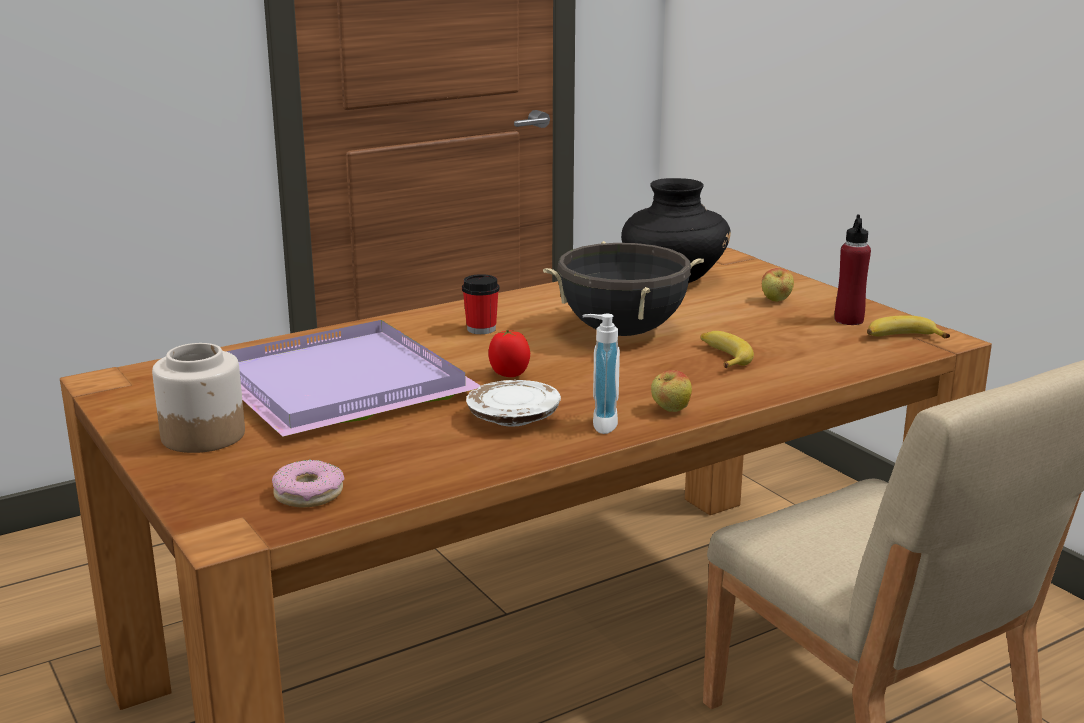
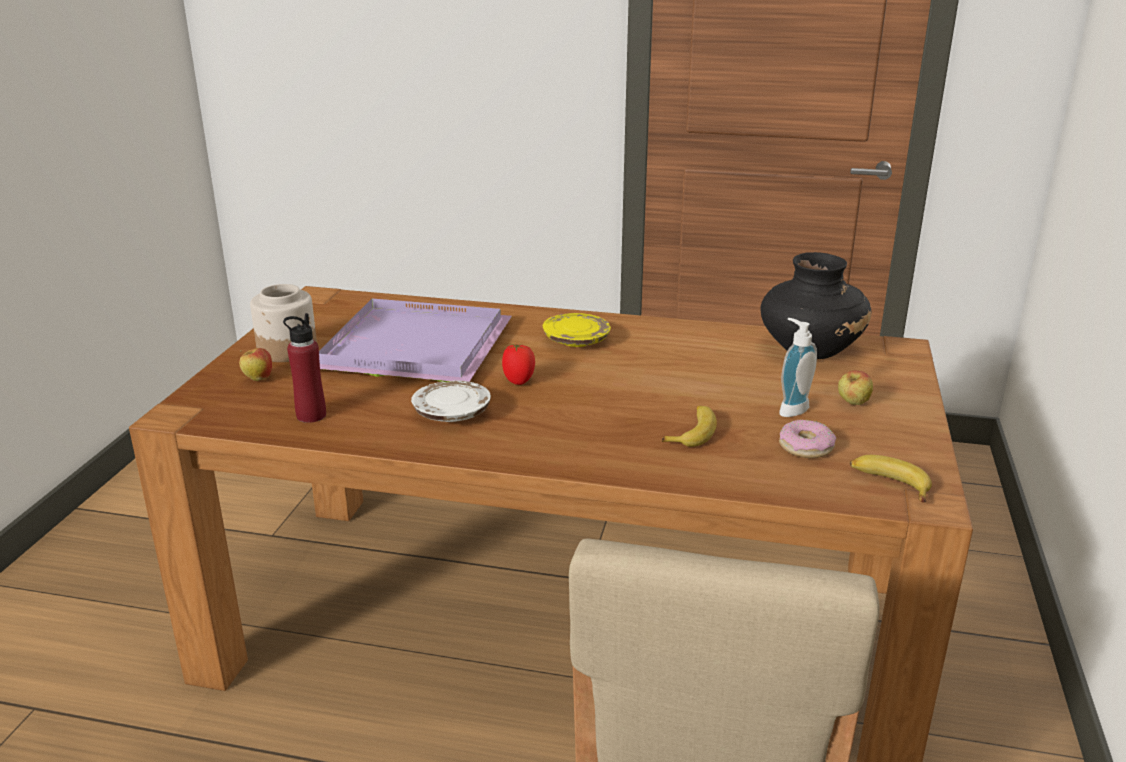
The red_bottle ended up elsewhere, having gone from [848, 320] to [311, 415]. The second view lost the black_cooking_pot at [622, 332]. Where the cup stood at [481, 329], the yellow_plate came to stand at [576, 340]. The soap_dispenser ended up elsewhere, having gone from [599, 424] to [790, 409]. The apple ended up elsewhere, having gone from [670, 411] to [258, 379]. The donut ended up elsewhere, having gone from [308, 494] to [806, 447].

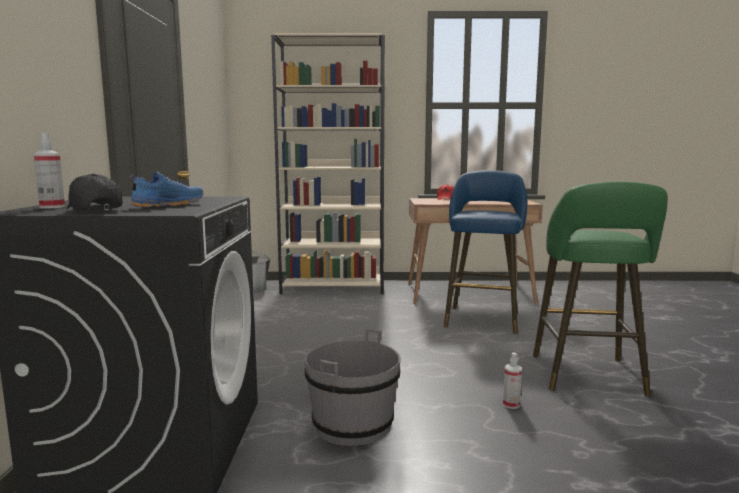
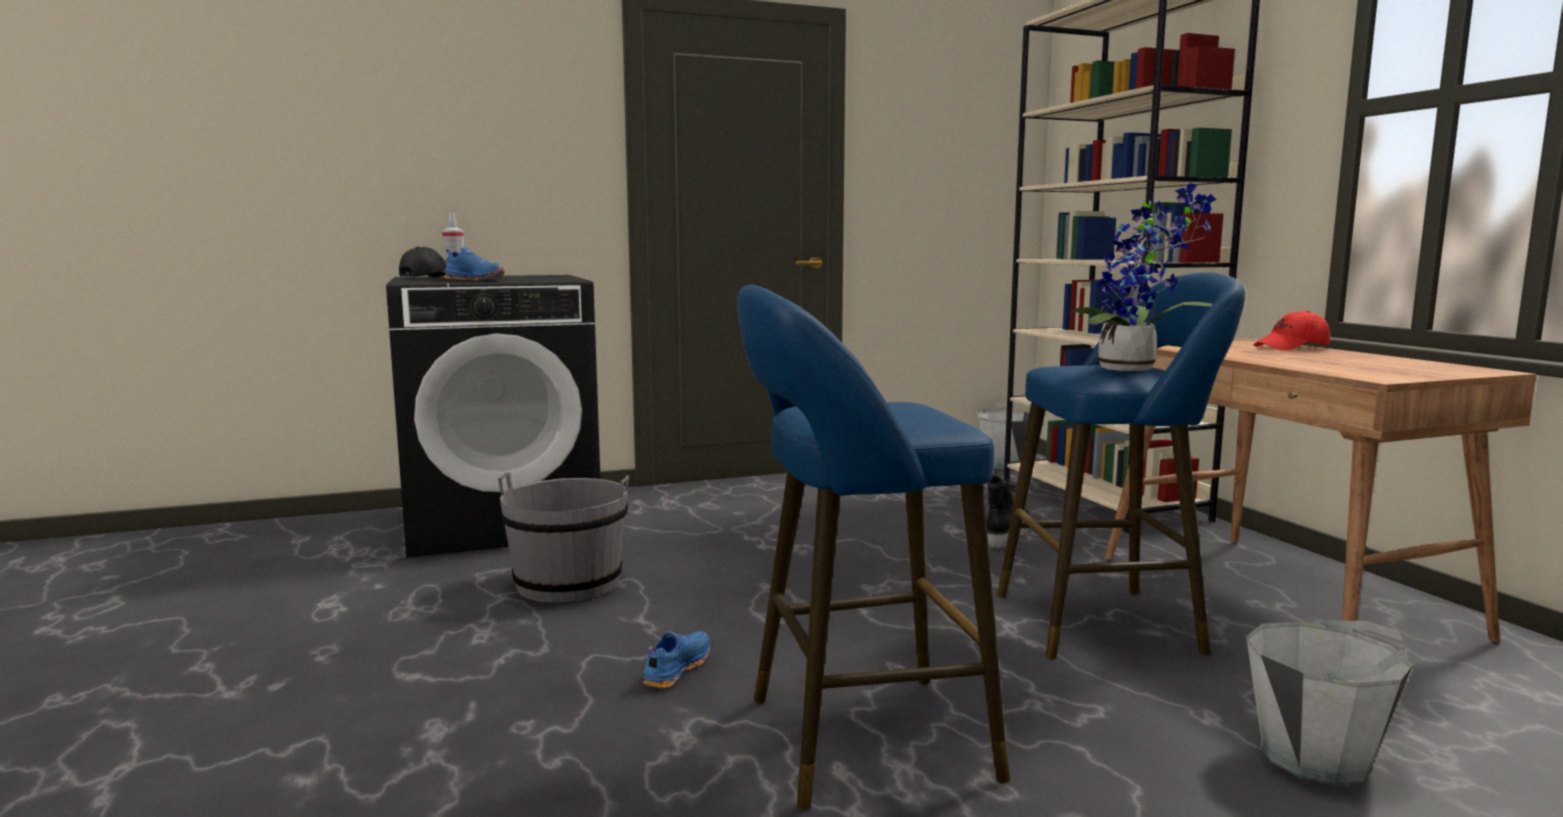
What was the green_stool at [588, 377] turned into the blue_stool at [855, 739]. Where the spray_bottle stood at [511, 404], the blue_shoe came to stand at [675, 669]. The second view gained the potted_plant at [1134, 369]. The second view gained the black_boot at [1005, 535]. The second view gained the grey_bucket at [1316, 758].

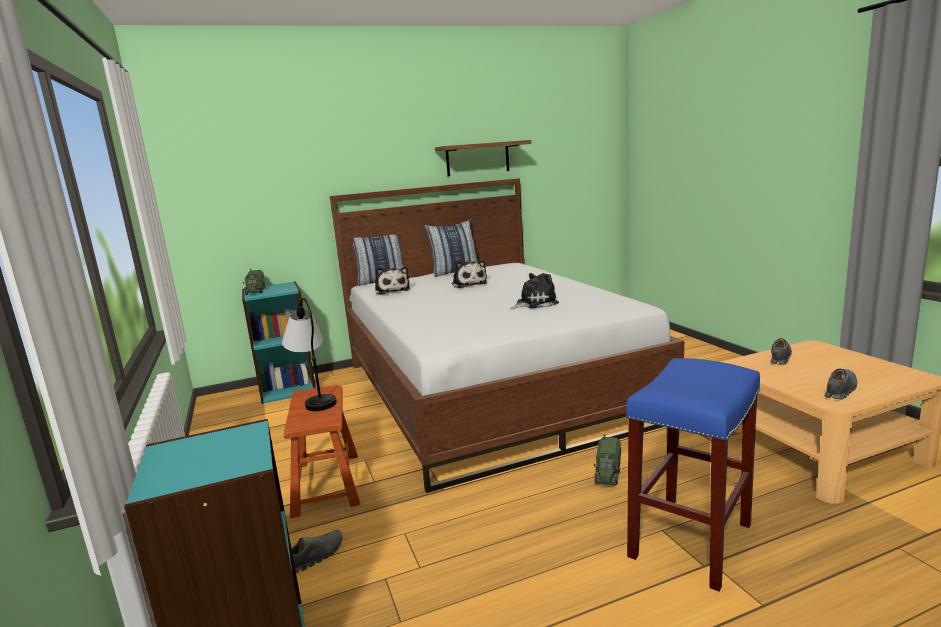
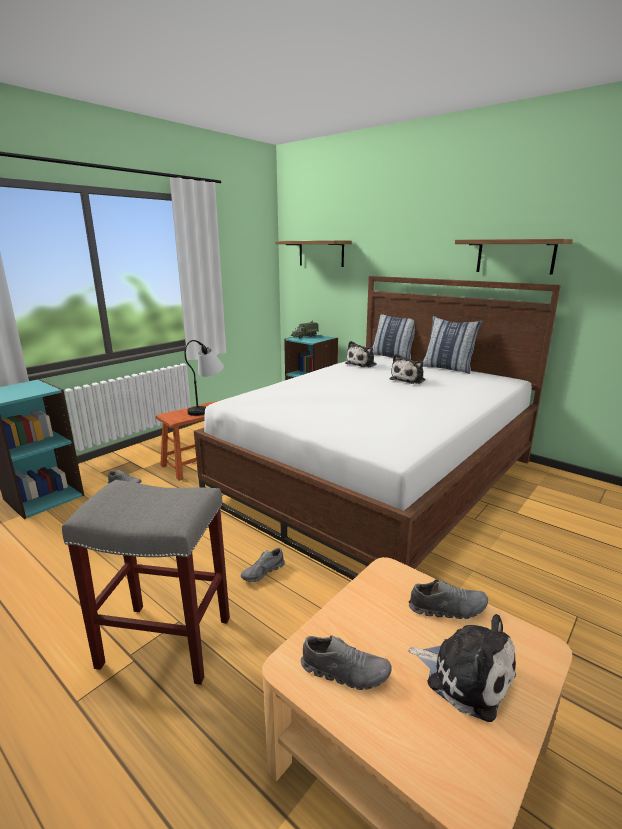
The plush_toy ended up elsewhere, having gone from [534, 303] to [465, 675]. What was the blue_stool at [691, 541] turned into the grey_stool at [164, 642]. Where the toy_truck stood at [608, 472], the grey_shoe came to stand at [263, 572]. The second view gained the shelf at [321, 253].

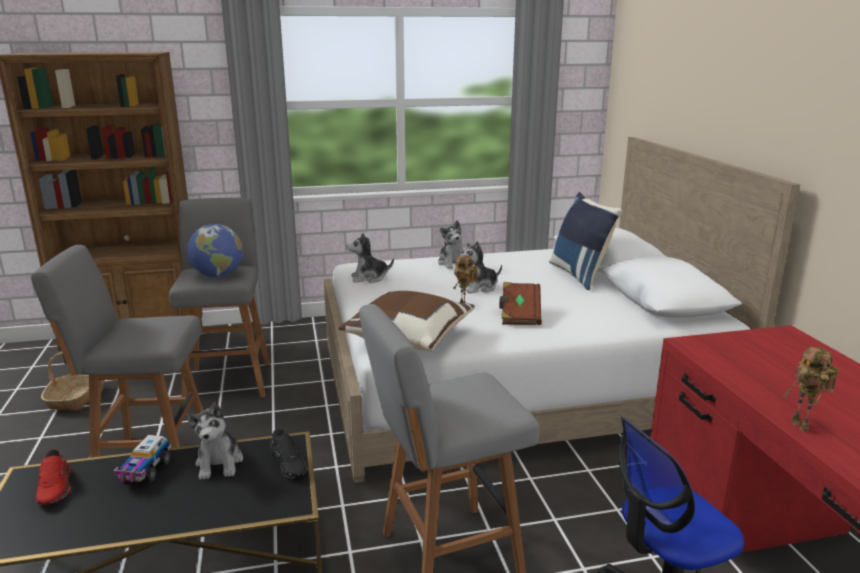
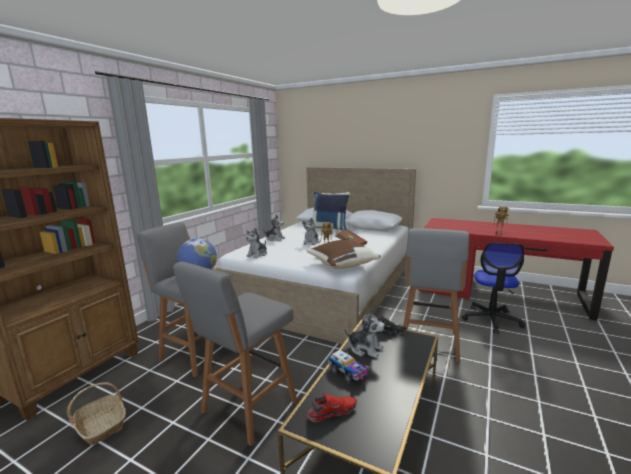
The red_shoe at [56, 487] ended up facing another way, 45 degrees counterclockwise from before.

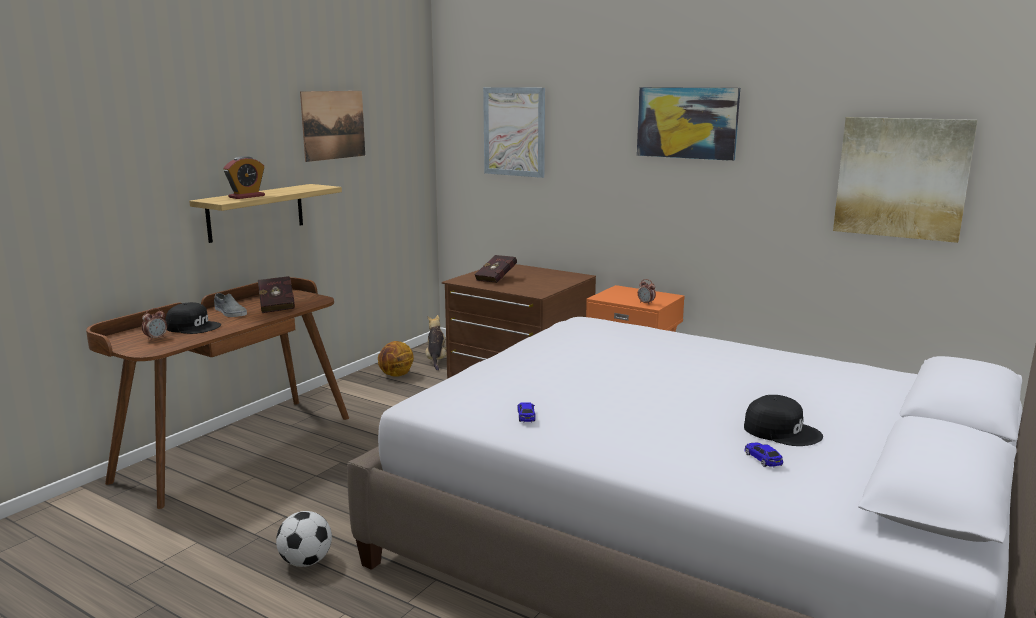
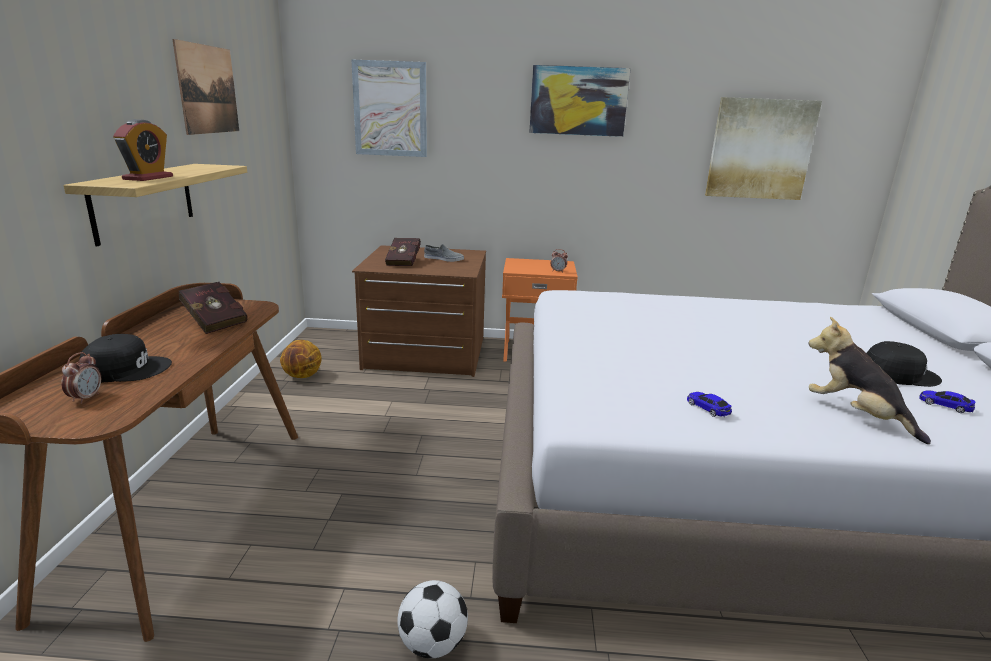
The grey_shoe ended up elsewhere, having gone from [230, 312] to [443, 259]. The plush_toy ended up elsewhere, having gone from [436, 360] to [855, 415].

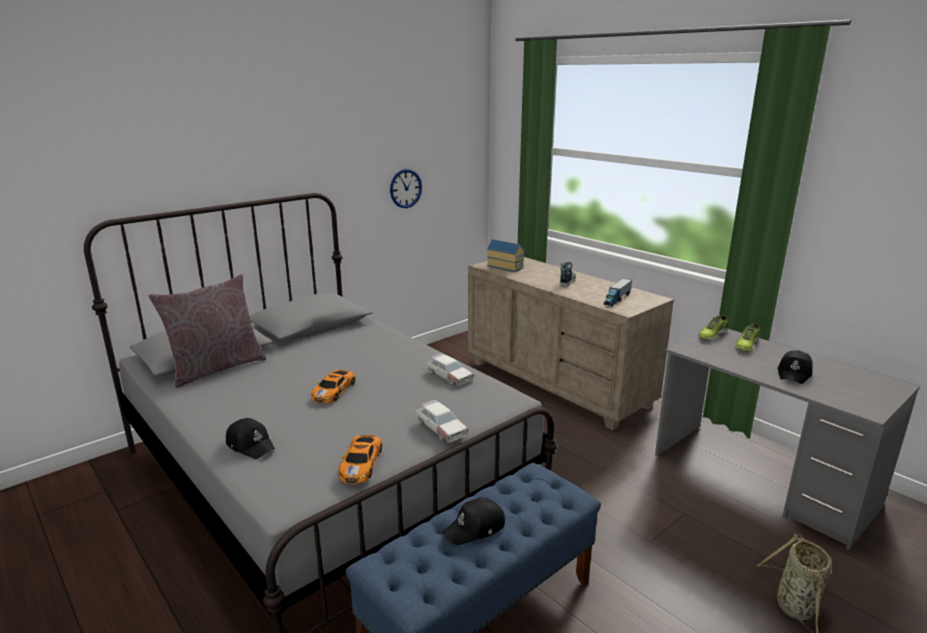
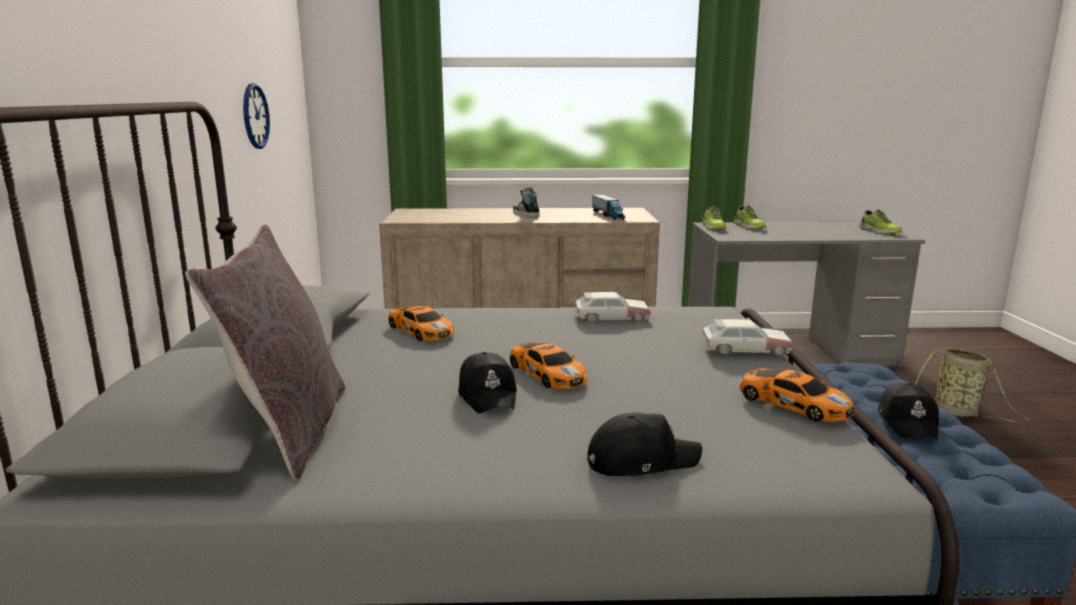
The second view lost the toy_house at [506, 266]. The black_cap ended up elsewhere, having gone from [794, 373] to [488, 395]. The second view gained the shoe at [878, 231]. The second view gained the toy_car at [420, 330].

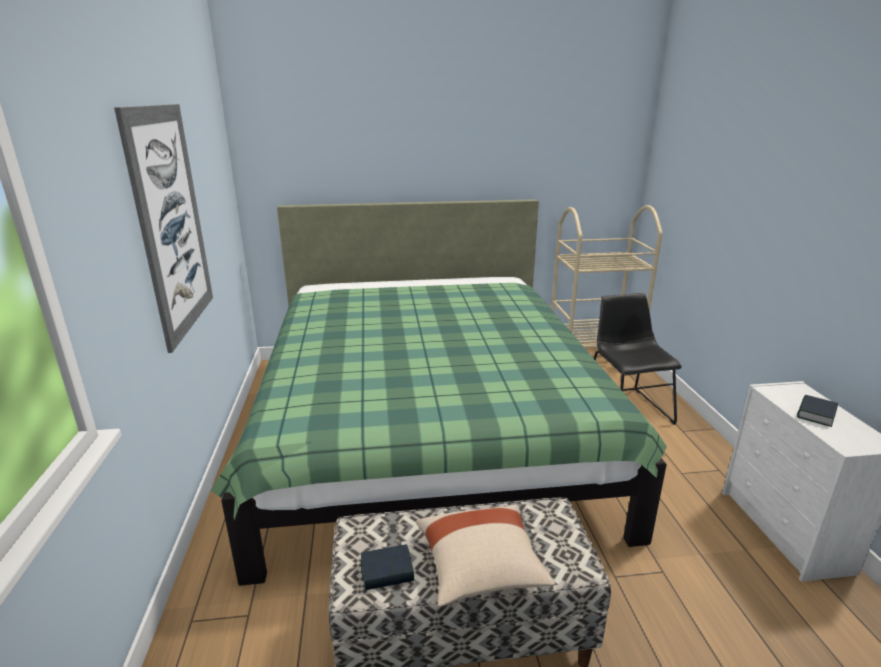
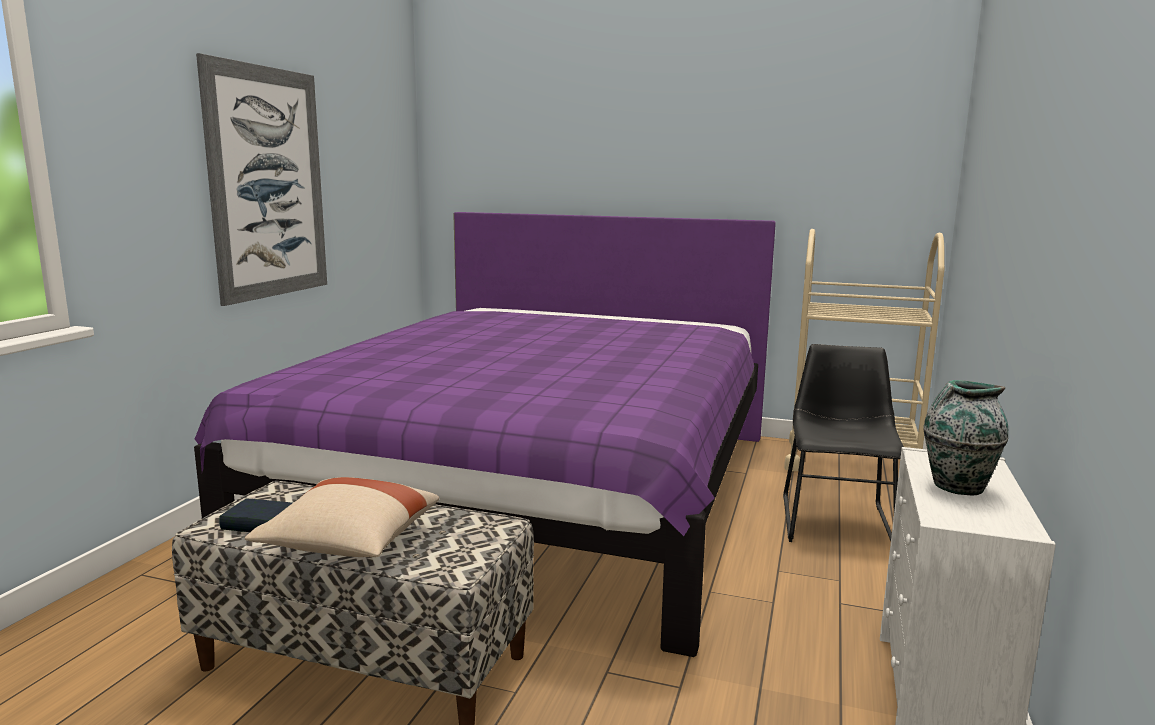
What was the green_bed at [426, 431] turned into the purple_bed at [535, 489]. Where the book stood at [815, 414], the vase came to stand at [956, 486].

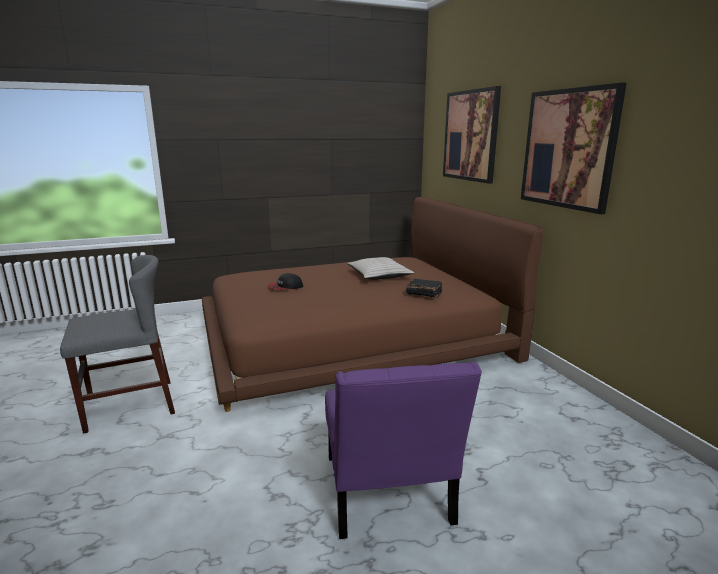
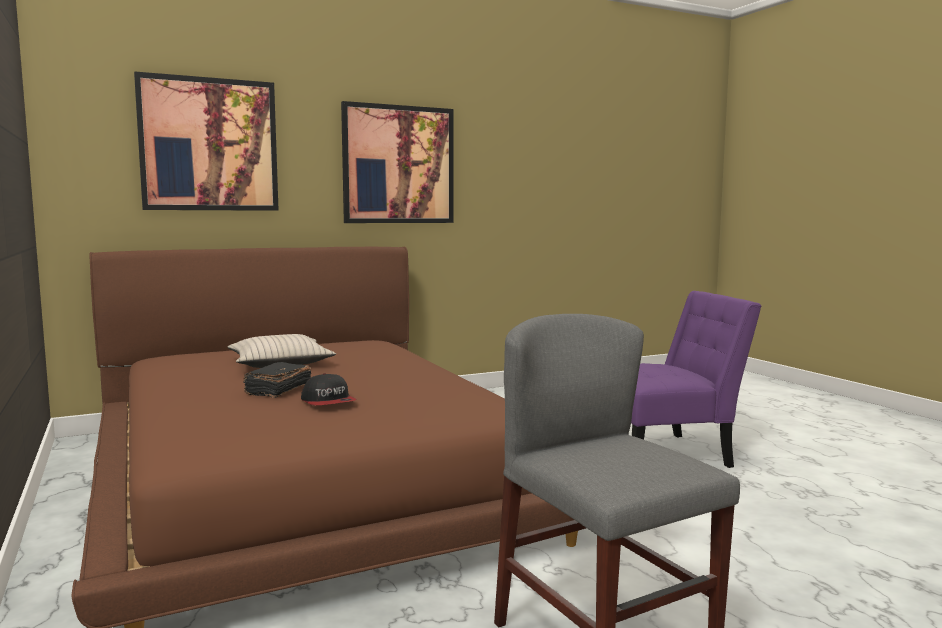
The black_book ended up elsewhere, having gone from [423, 294] to [277, 390].

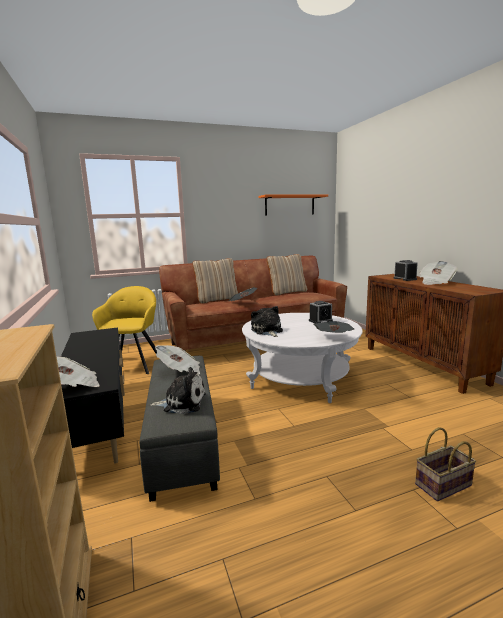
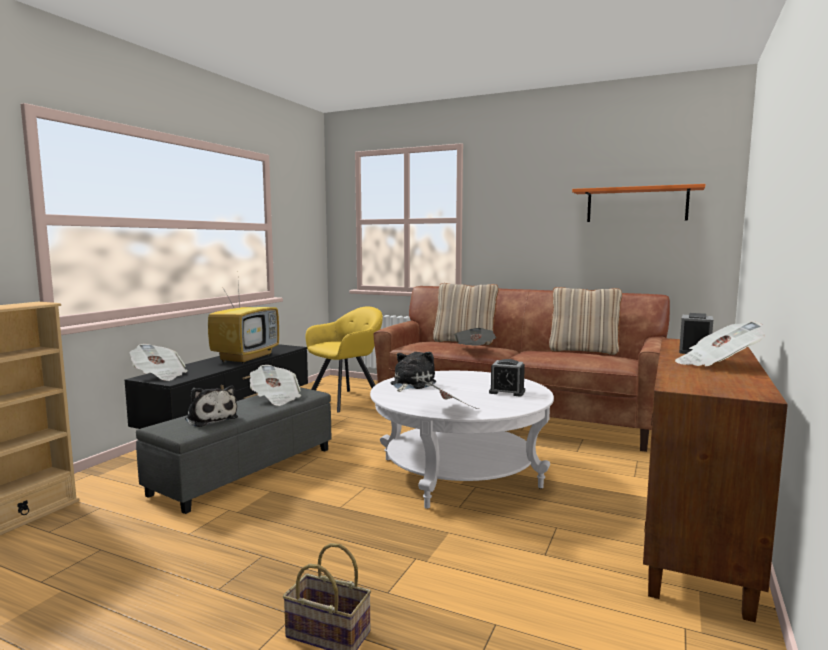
The second view gained the television at [246, 358].

